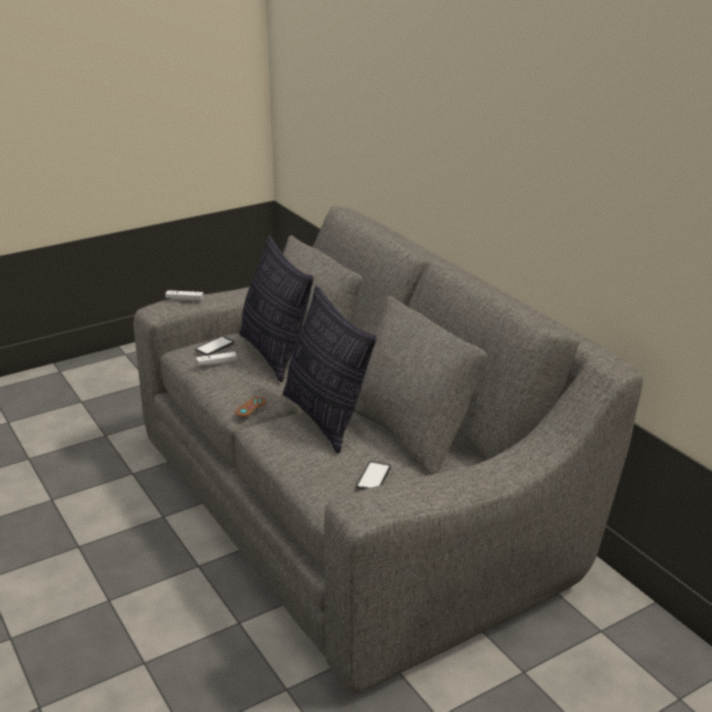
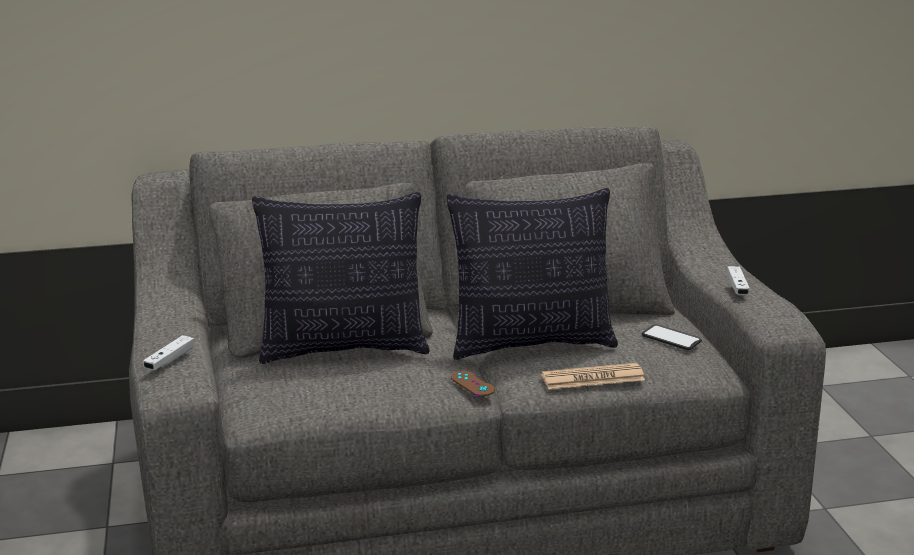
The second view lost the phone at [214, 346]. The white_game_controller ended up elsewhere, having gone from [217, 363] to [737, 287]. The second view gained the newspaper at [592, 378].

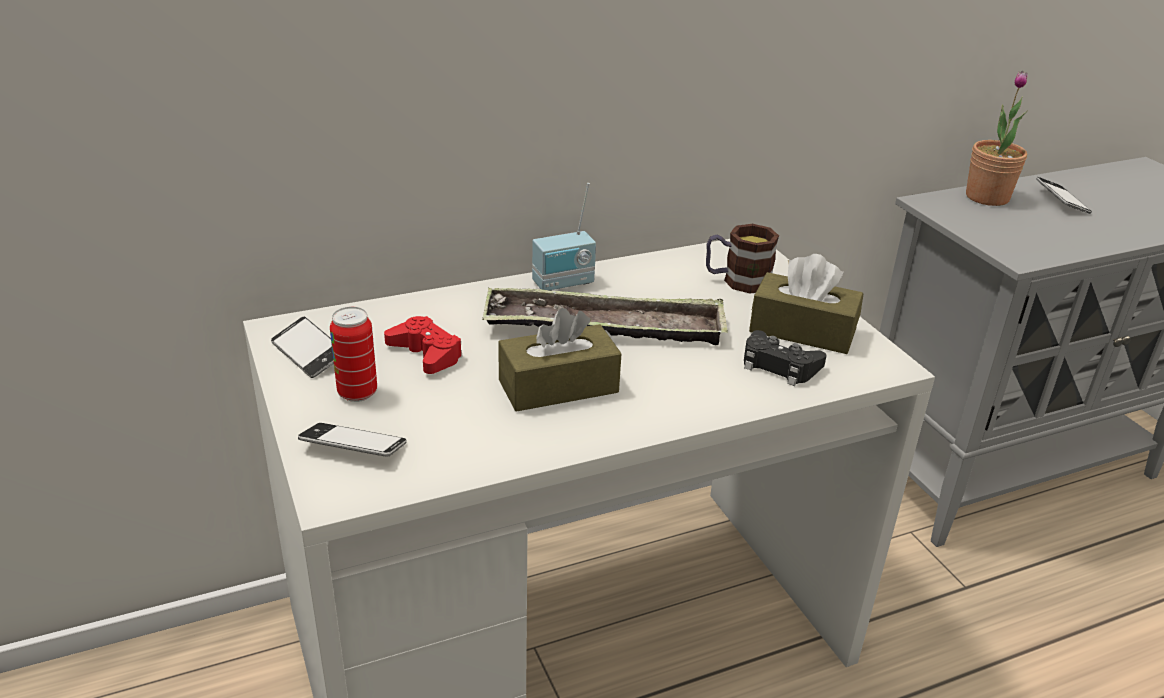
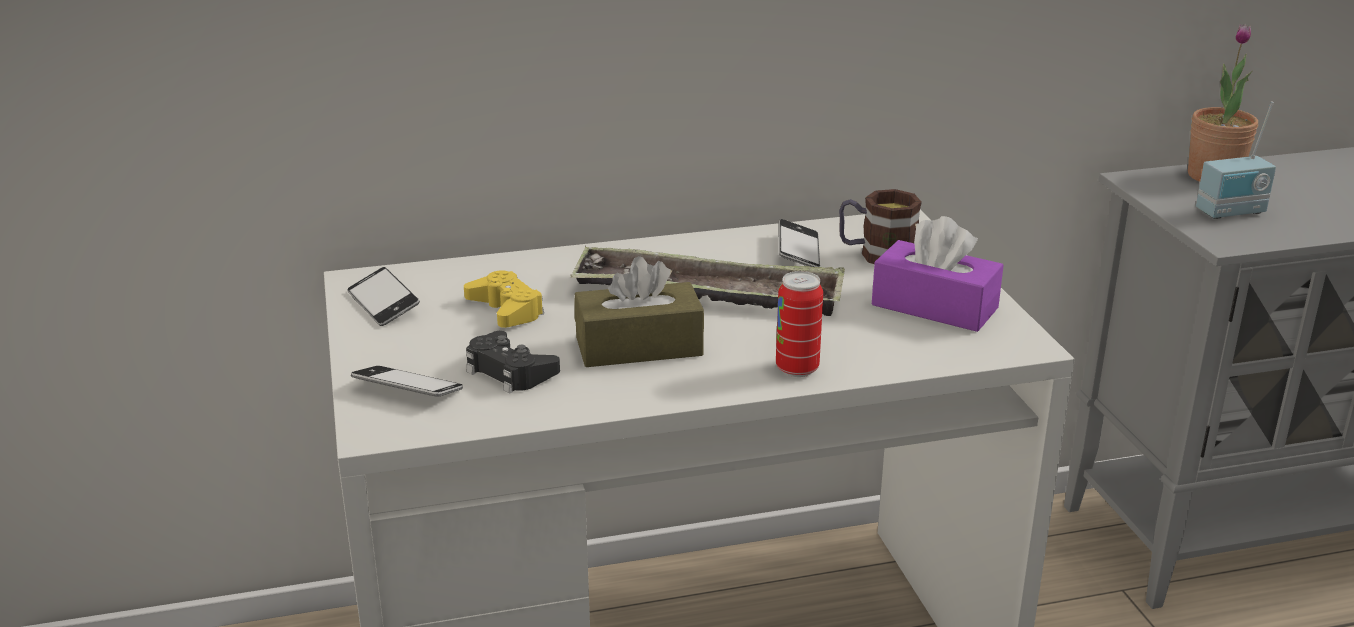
The phone ended up elsewhere, having gone from [1061, 201] to [798, 251]. The radio ended up elsewhere, having gone from [564, 284] to [1232, 213]. What was the brown_tissue_box at [802, 330] turned into the purple_tissue_box at [934, 306]. The can ended up elsewhere, having gone from [357, 393] to [797, 369]. What was the red_game_controller at [426, 353] turned into the yellow_game_controller at [506, 309]. The black_game_controller ended up elsewhere, having gone from [779, 365] to [509, 371].

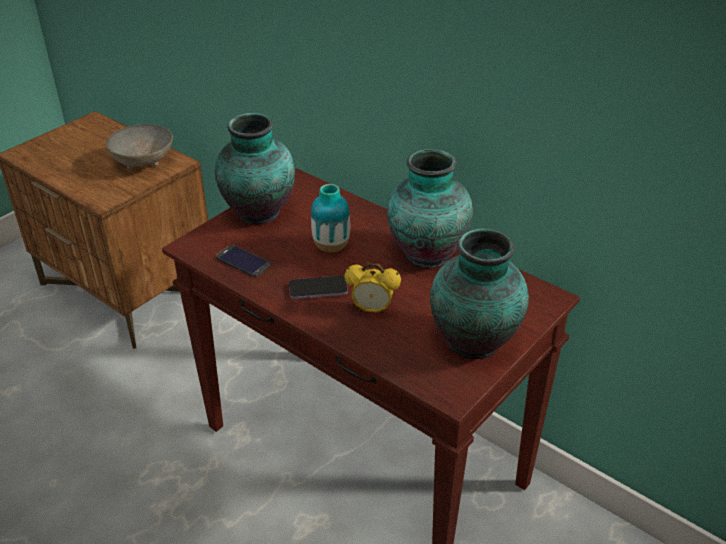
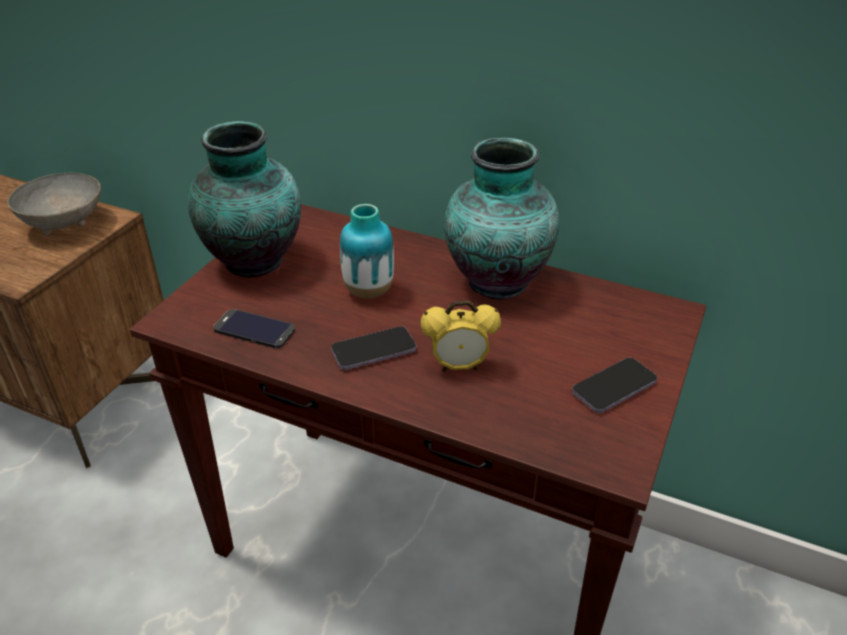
Where the vase stood at [476, 343], the phone came to stand at [614, 387].

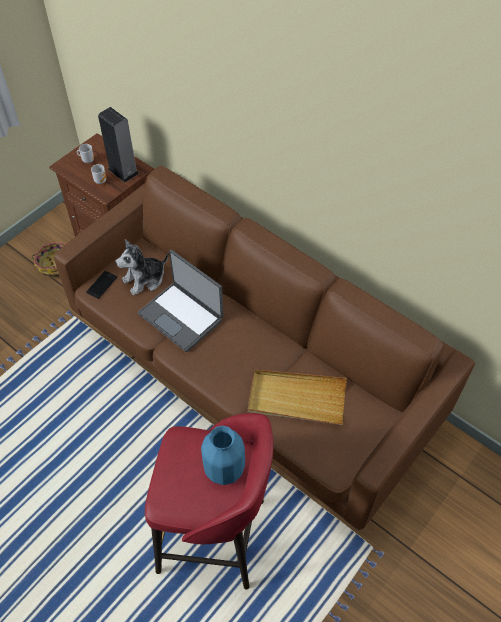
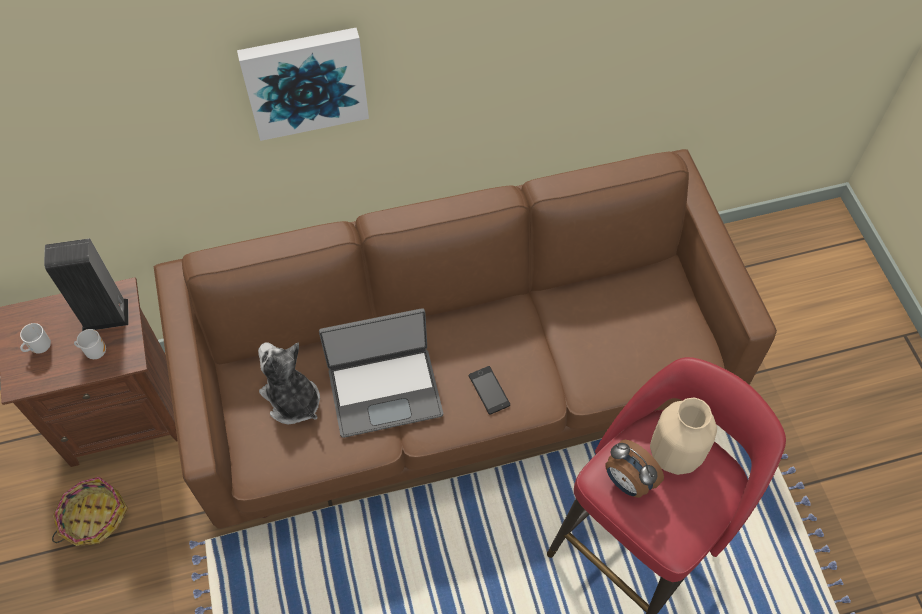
The plush_toy at [144, 279] ended up facing another way, 135 degrees clockwise from before. The phone ended up elsewhere, having gone from [102, 285] to [489, 390]. The second view lost the beige_tray at [296, 398]. What was the blue_vase at [224, 468] turned into the beige_vase at [674, 452]. The second view gained the picture at [305, 81]. The second view gained the alarm_clock at [627, 481].

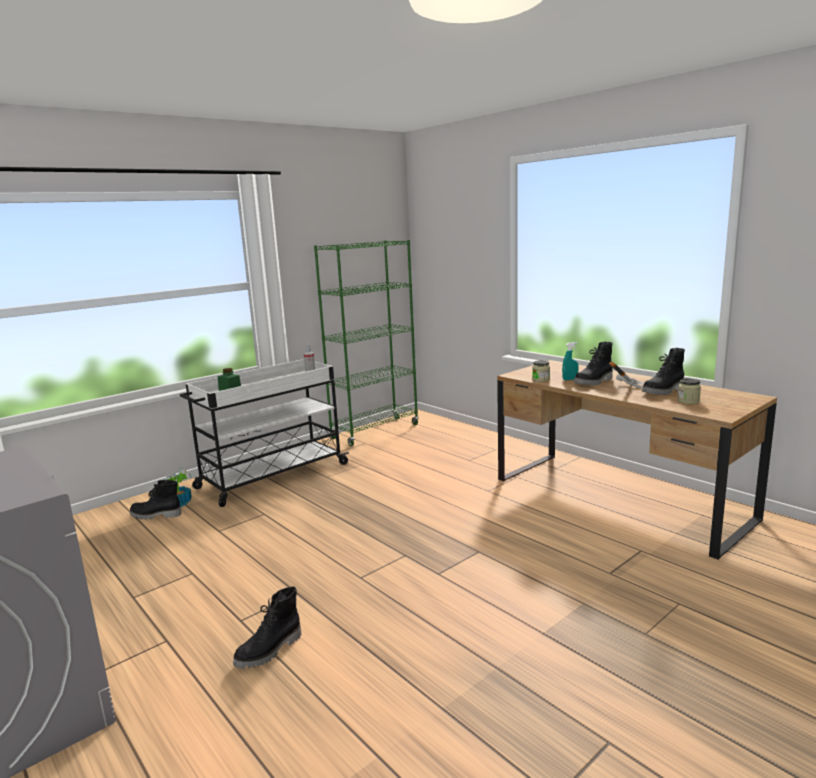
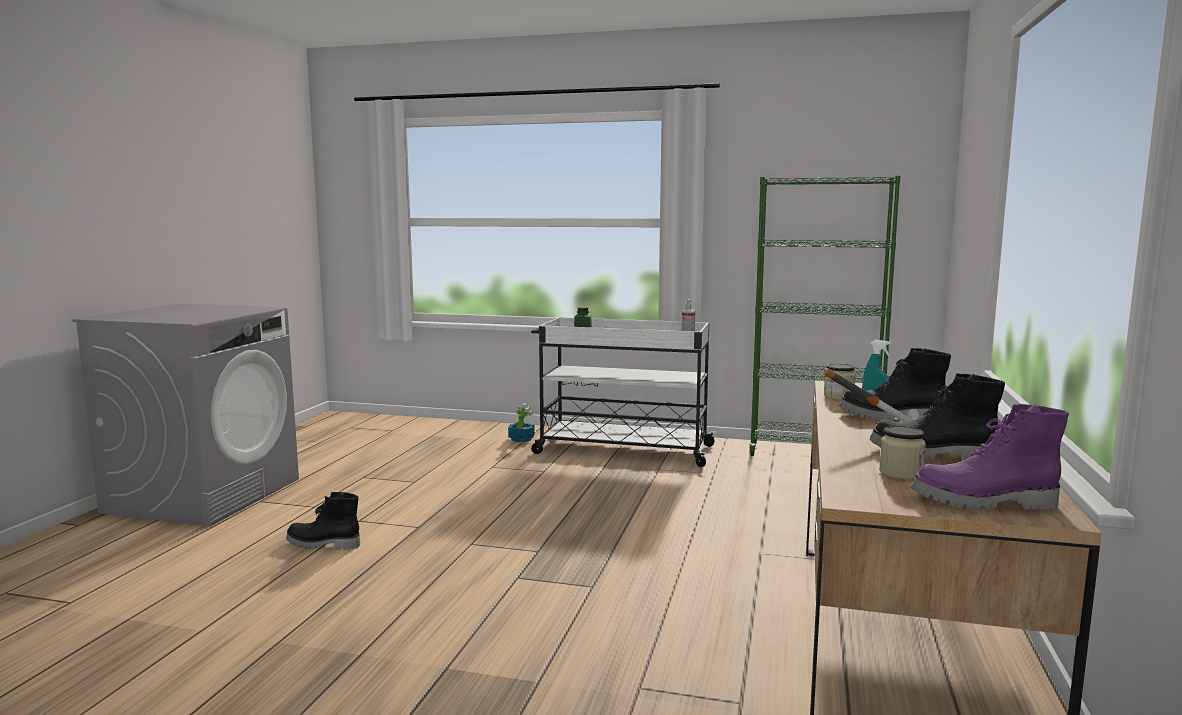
The second view lost the black_boot at [155, 515]. The second view gained the purple_boot at [984, 503].

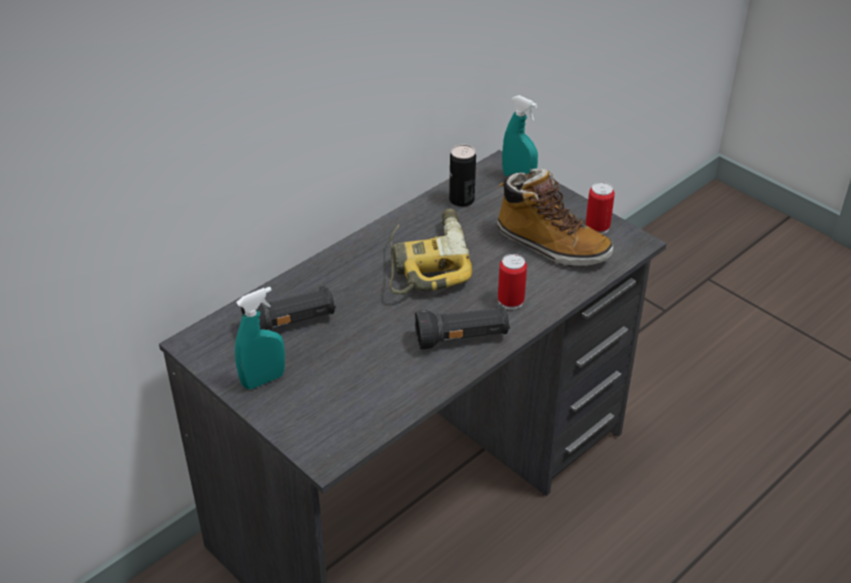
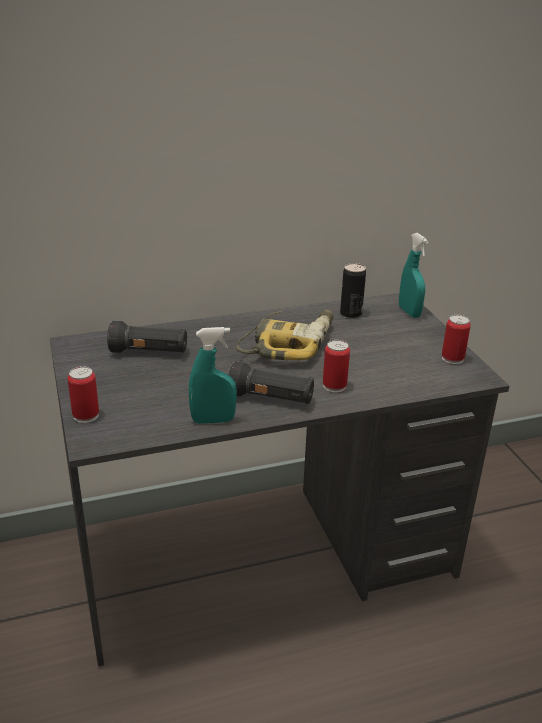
The second view lost the boot at [551, 246]. The turquoise_spray_bottle ended up elsewhere, having gone from [263, 380] to [213, 420]. The second view gained the can at [86, 416].

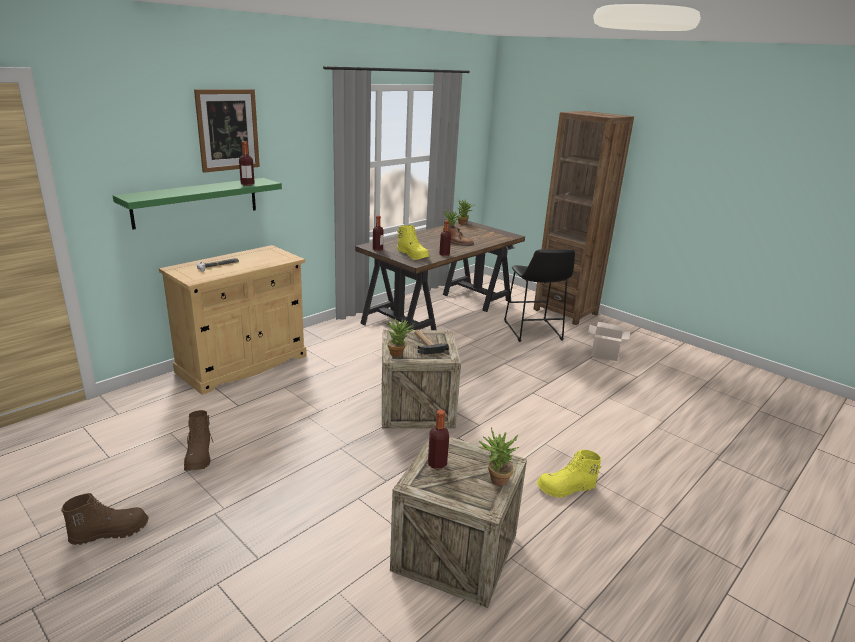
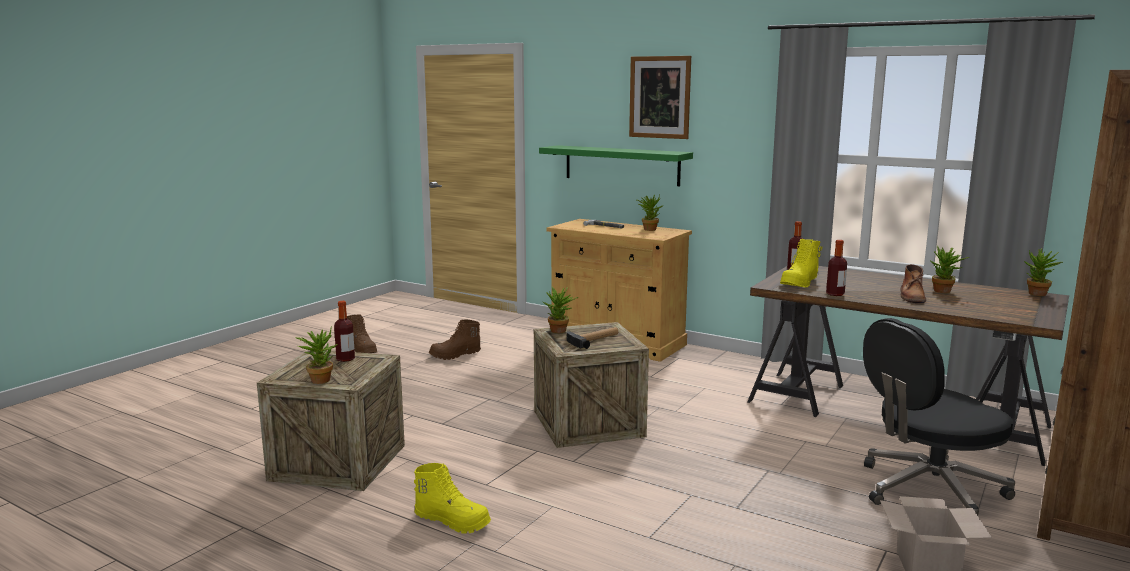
The second view lost the bottle at [247, 184]. Where the black_stool stood at [533, 332], the black_office_chair came to stand at [928, 491]. The yellow_boot at [566, 489] ended up facing another way, 135 degrees clockwise from before. The second view gained the potted_plant at [649, 229].

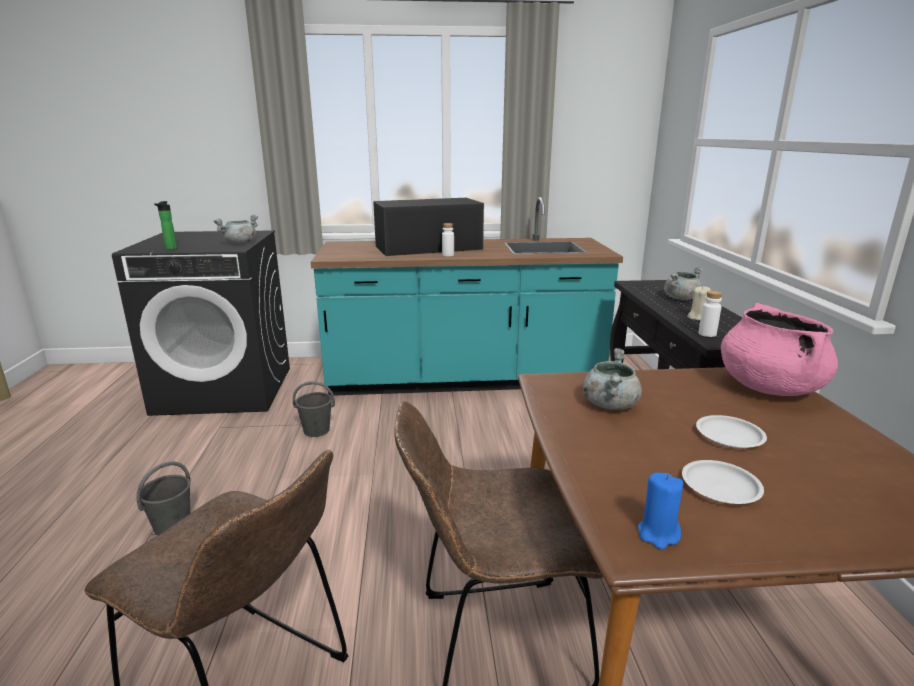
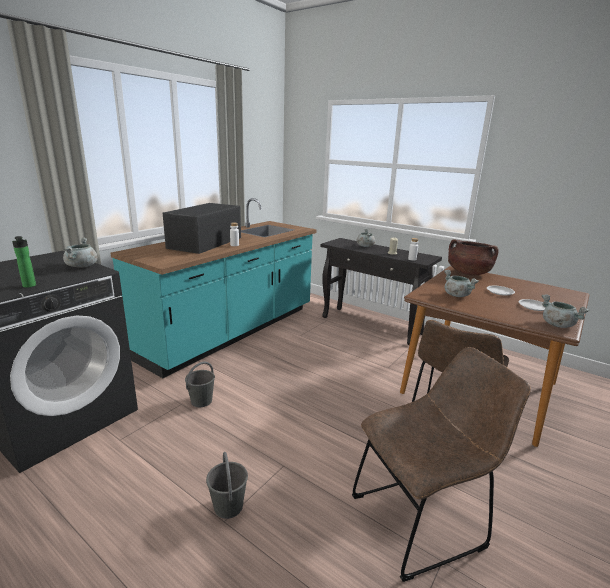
What was the pink_cooking_pot at [768, 387] turned into the brown_cooking_pot at [468, 273]. Where the blue_candle stood at [658, 534], the grey_cooking_pot came to stand at [557, 325].

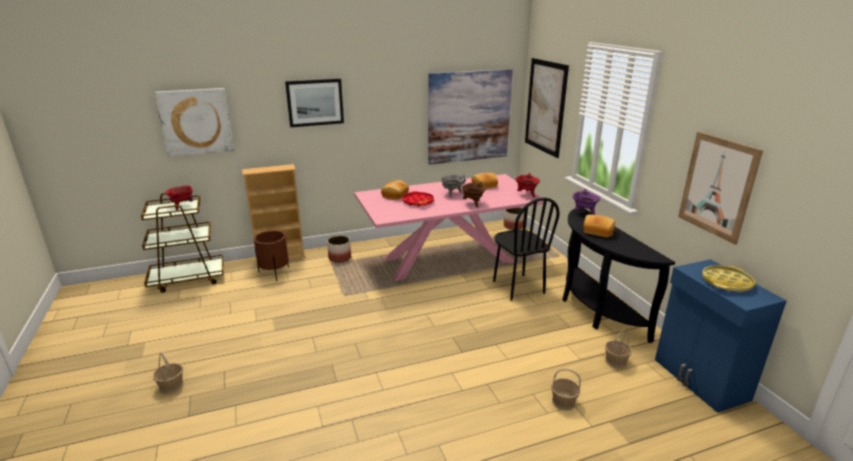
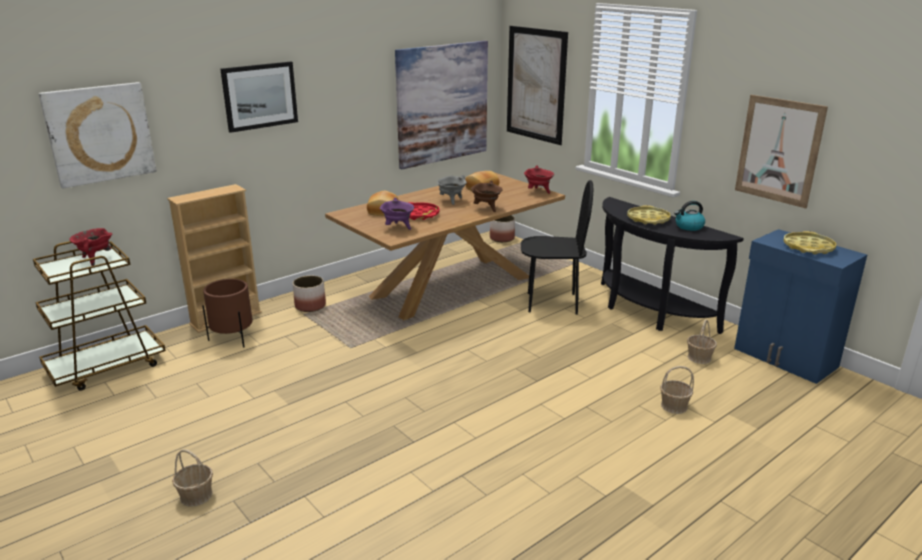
What was the pink_dining_table at [447, 260] turned into the brown_dining_table at [450, 287]. The purple_cooking_pot ended up elsewhere, having gone from [584, 213] to [398, 228]. The black_chair at [518, 287] ended up facing another way, 45 degrees counterclockwise from before. Where the bread stood at [598, 231], the yellow_tray came to stand at [648, 219]. The second view gained the kettle at [688, 227].

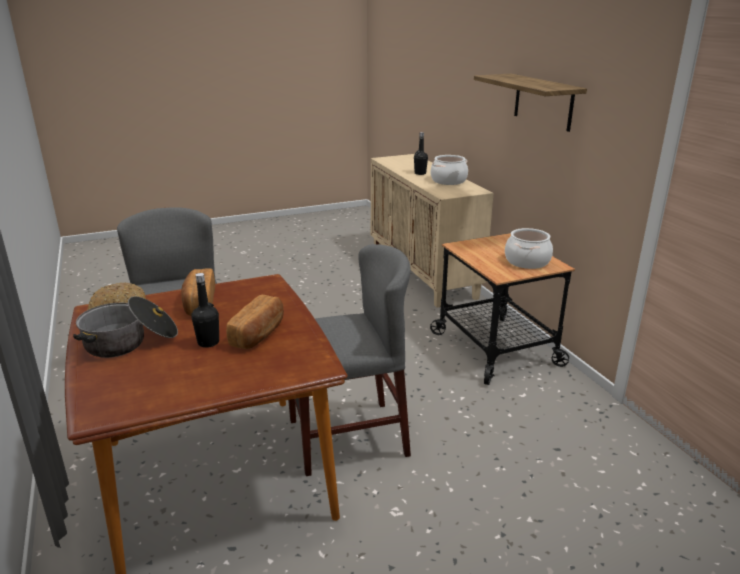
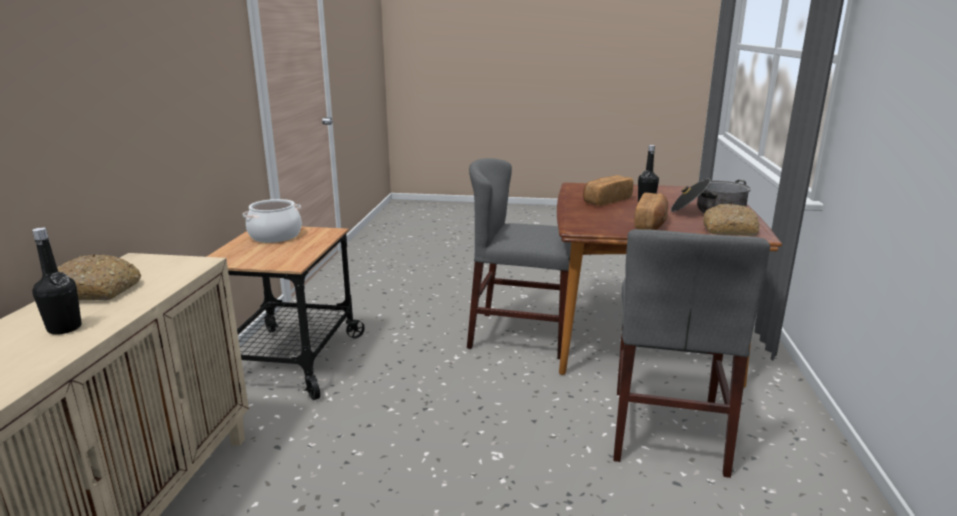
The second view lost the shelf at [543, 102]. Where the cooking_pot stood at [448, 181], the bread came to stand at [97, 291].

